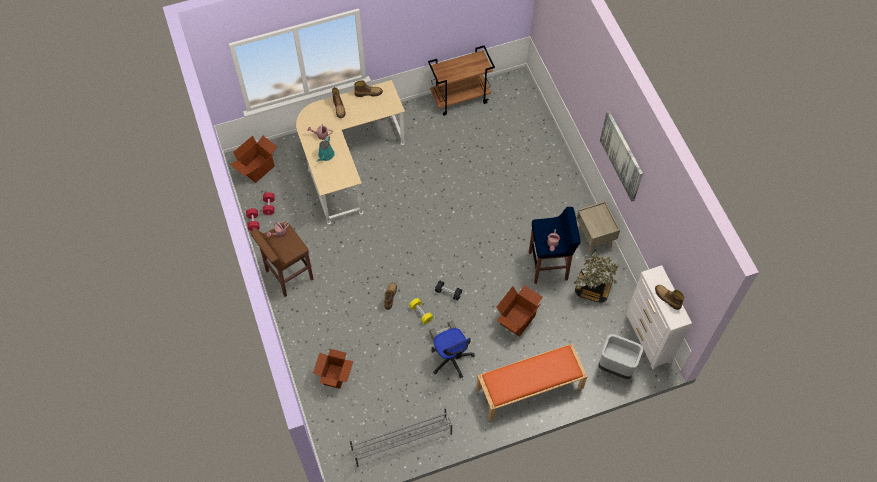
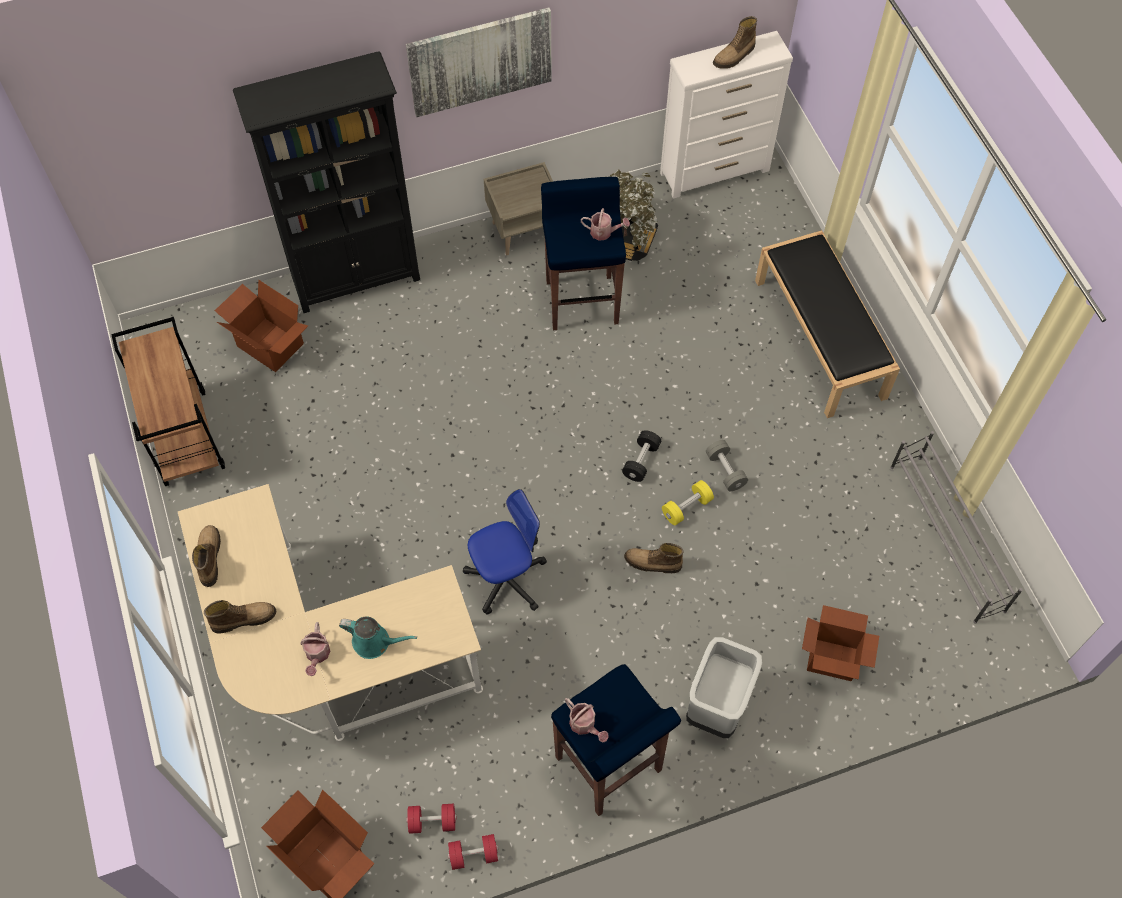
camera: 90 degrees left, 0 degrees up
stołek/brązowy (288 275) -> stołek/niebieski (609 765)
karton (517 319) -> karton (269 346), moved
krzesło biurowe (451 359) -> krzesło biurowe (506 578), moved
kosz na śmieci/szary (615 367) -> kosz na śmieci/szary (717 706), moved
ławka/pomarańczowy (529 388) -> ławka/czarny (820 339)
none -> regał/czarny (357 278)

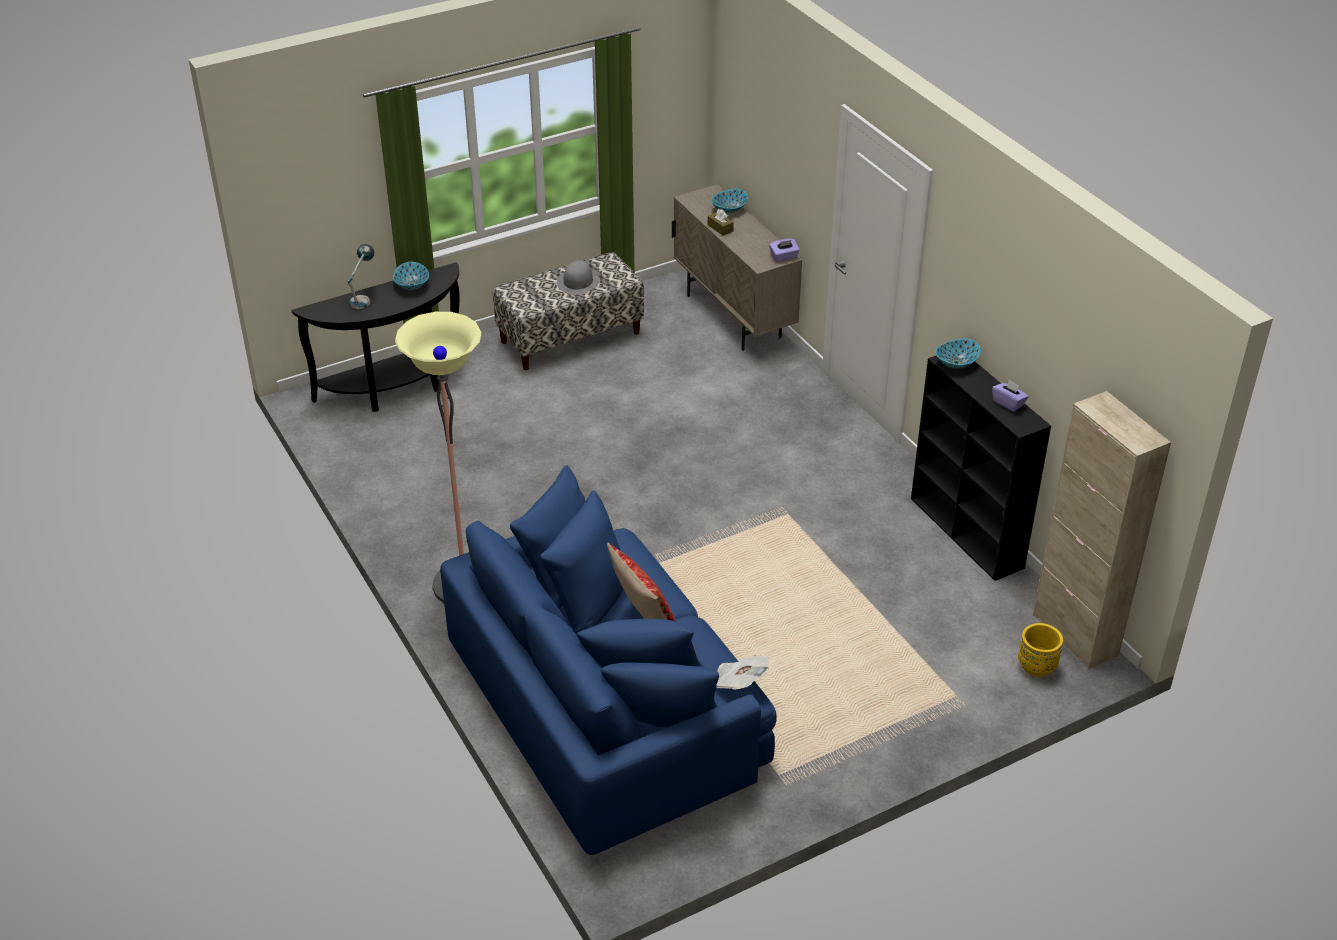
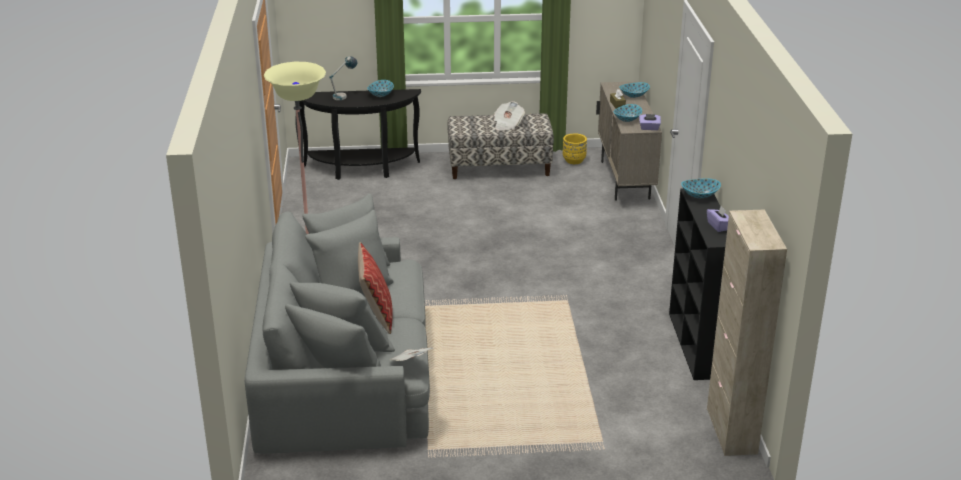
camera: 25 degrees right, 10 degrees down
kapelusz/szary (578 282) -> gazeta (507 124)
kanapa/niebieski (606 706) -> kanapa/szary (344 375)
donica/żółty (1036 666) -> donica/żółty (574 160), moved
none -> miska (627 119)

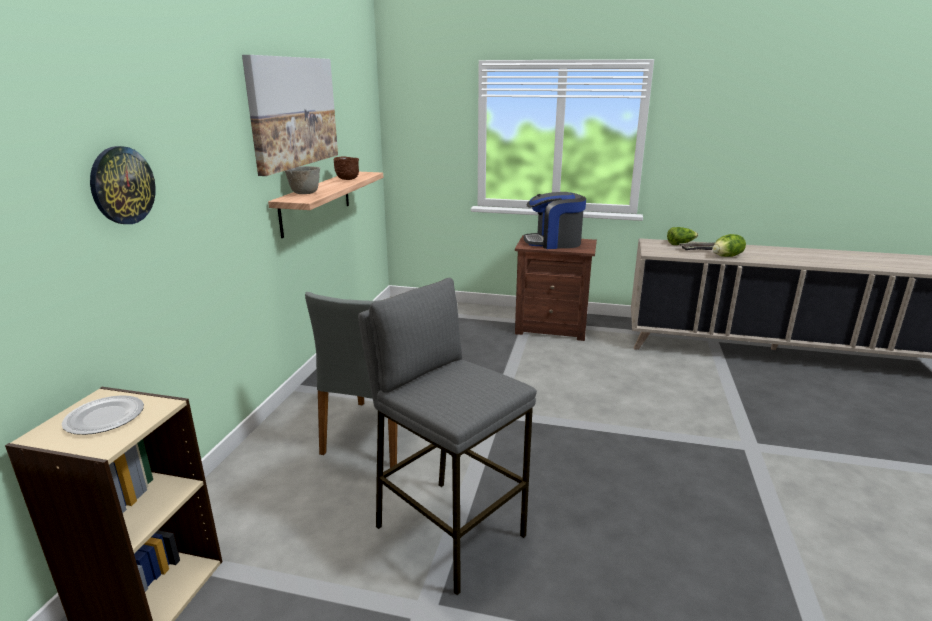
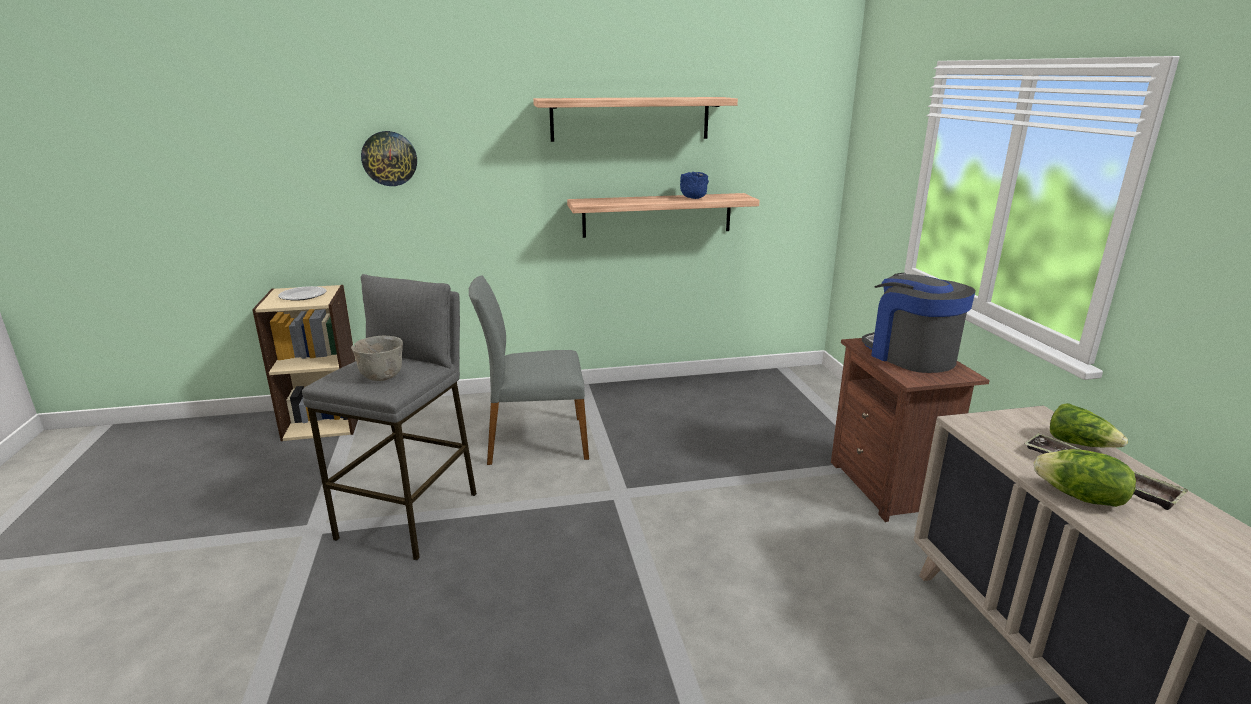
camera: 65 degrees right, 0 degrees up
obraz (293 112) -> półka (630 119)
miska/brązowy (347 180) -> miska/niebieski (693 198)
miska/szary (304 193) -> miska/szary (381 377), moved

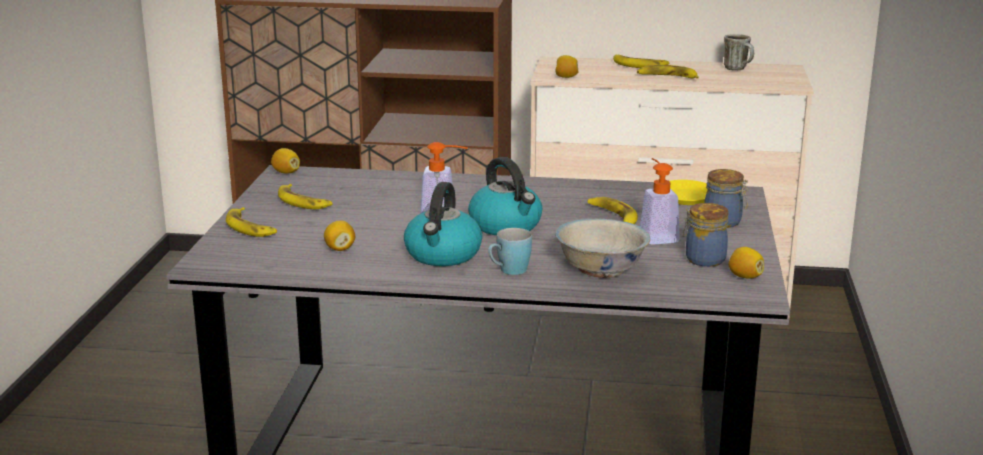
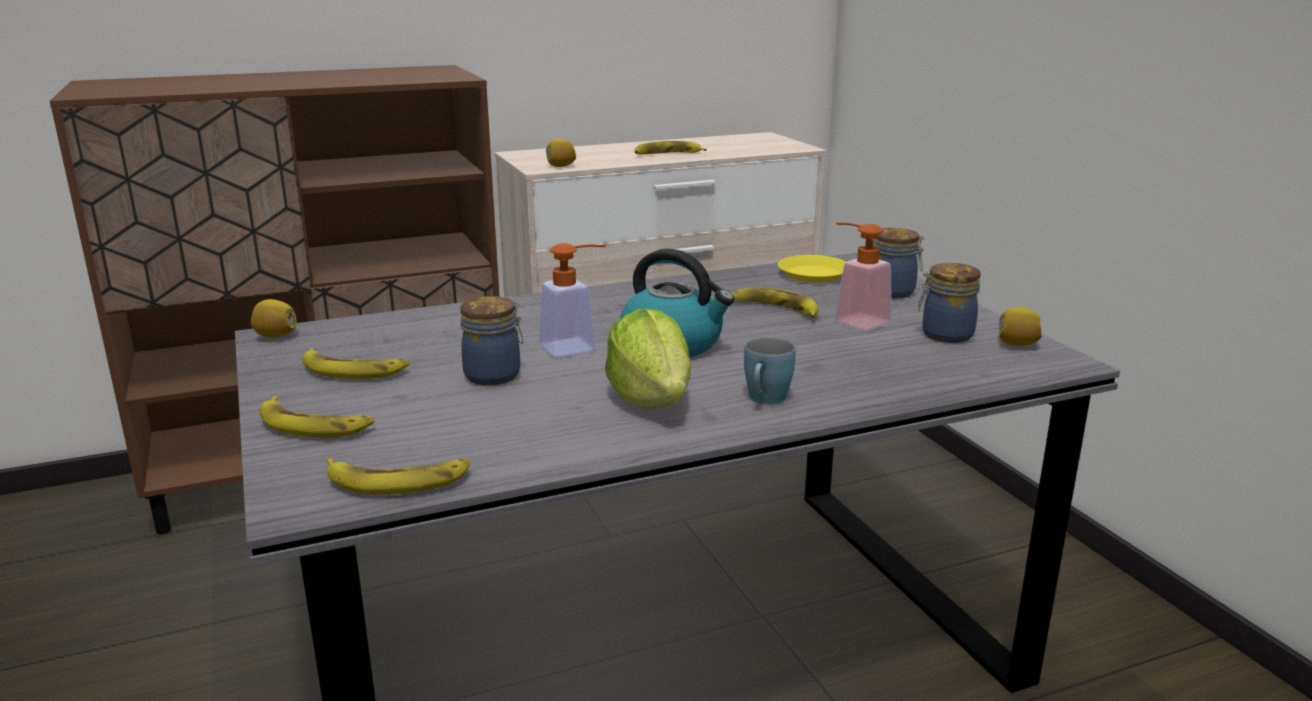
camera: 30 degrees left, 0 degrees up
kubek (738 69) -> none
banan (639 65) -> banan (398 481), moved
czajnik (443 255) -> sałata (651 399)
miska/biały (600 268) -> none
cytryna (340 249) -> none
none -> słoik (495 375)

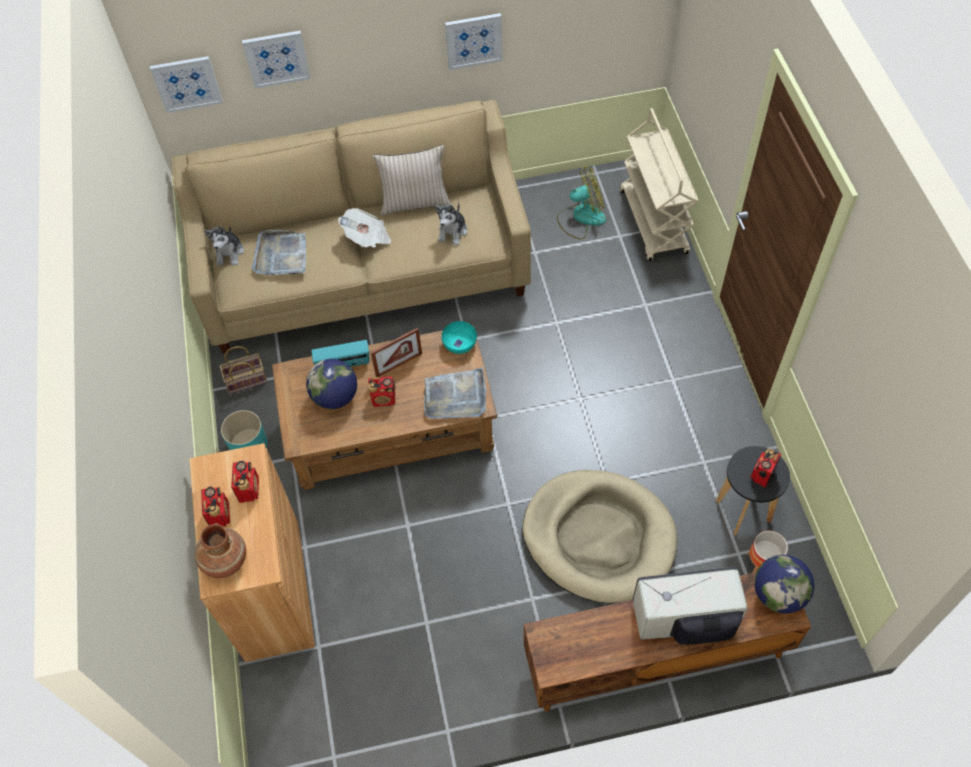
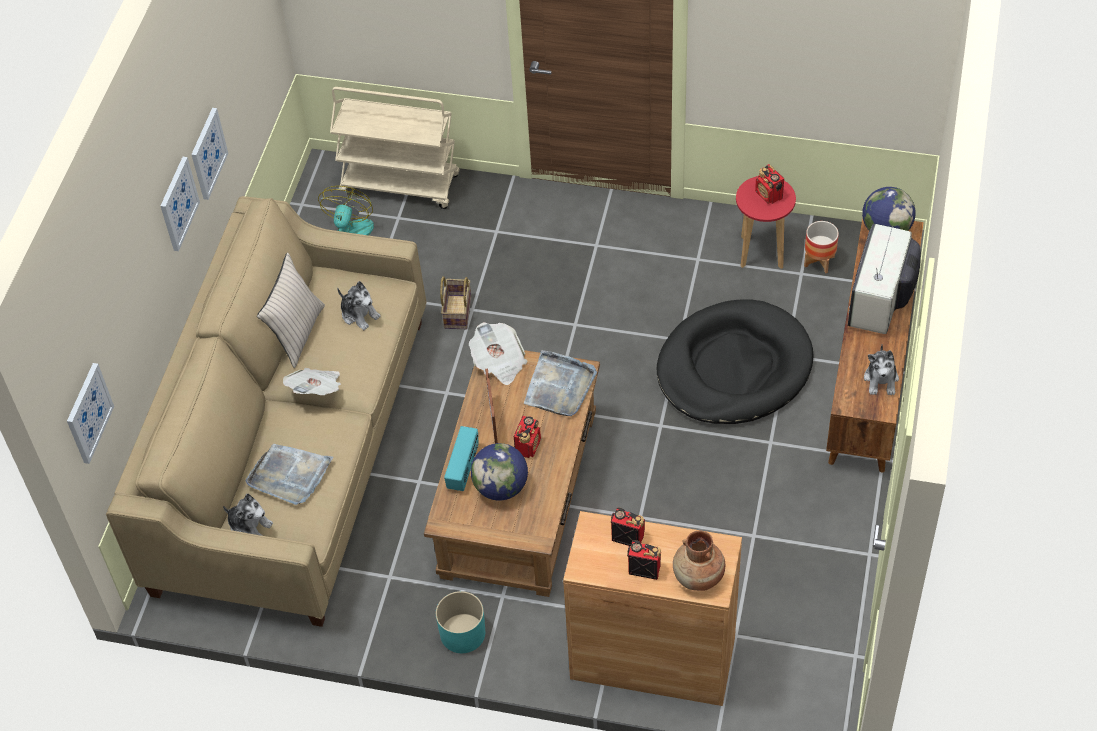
camera: 65 degrees left, 5 degrees down
obraz (276 58) -> obraz (178 203), moved
miska/turkusowy (459 344) -> gazeta (499 362)
koszyk (247 379) -> koszyk (457 311), moved
stołek/czarny (743 511) -> stołek/czerwony (762 252)
legowisko/beżowy (599 537) -> legowisko/czarny (734 368)
none -> pluszak (881 379)

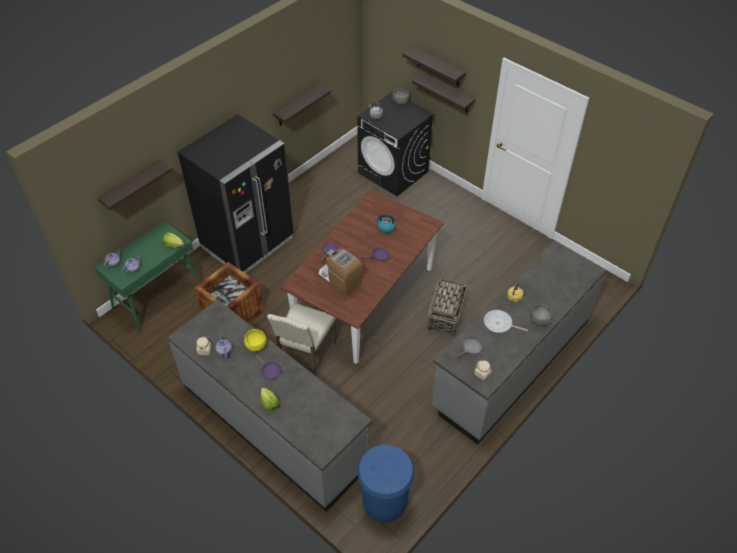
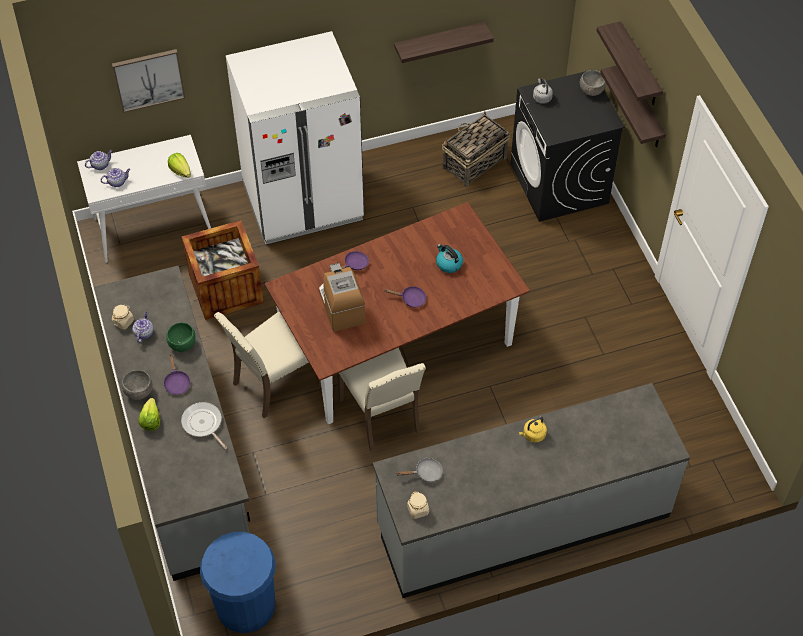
camera: 30 degrees right, 5 degrees up
lodówka/czarny (247 242) -> lodówka/biały (303 202)
półka (131 186) -> obraz (148 79)
stolik konsolowy/zielony (158 297) -> stolik konsolowy/biały (154 227)
koszyk (445 316) -> koszyk (474 163), moved
miska/szary (539 321) -> miska/szary (139 392), moved
patelnia (499 324) -> patelnia (203 424), moved
miska/żółty (256 346) -> miska/zielony (182 344)
none -> krzesło/beżowy (382 416)

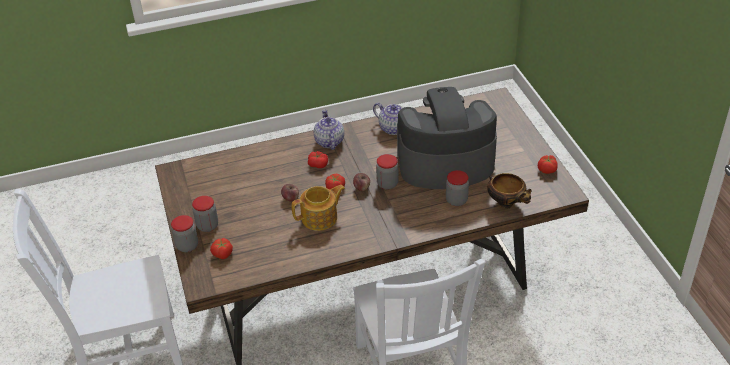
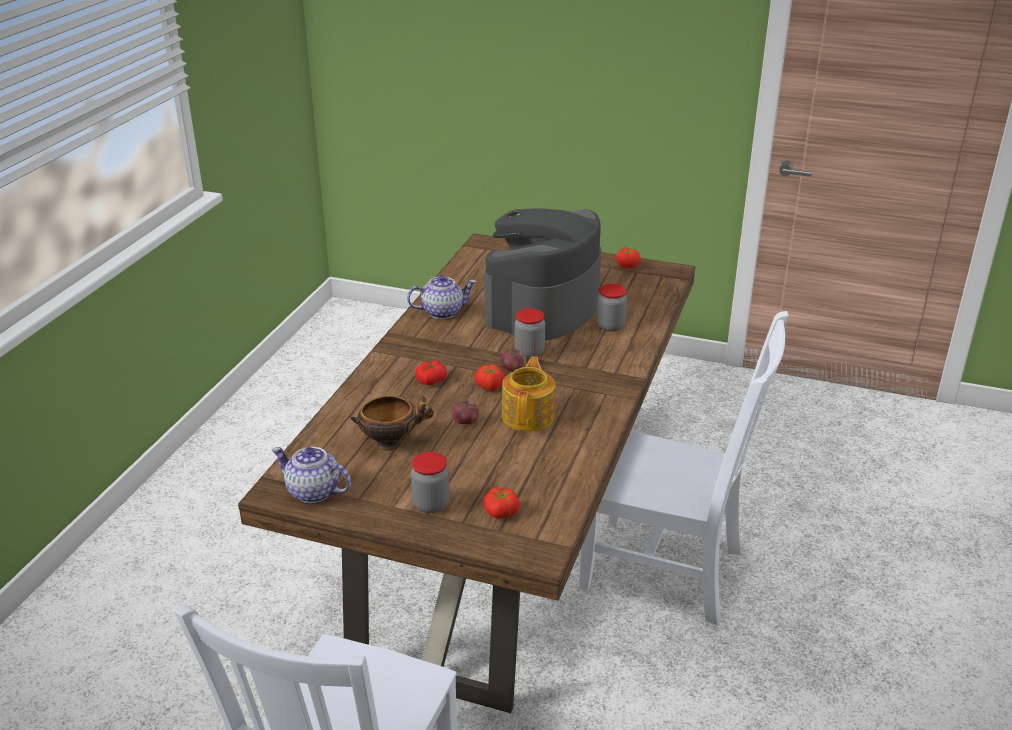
camera: 55 degrees left, 10 degrees down
imbryk (329 141) -> imbryk (312 492), moved
miska (507 204) -> miska (392 443), moved
słoik (187 246) -> none

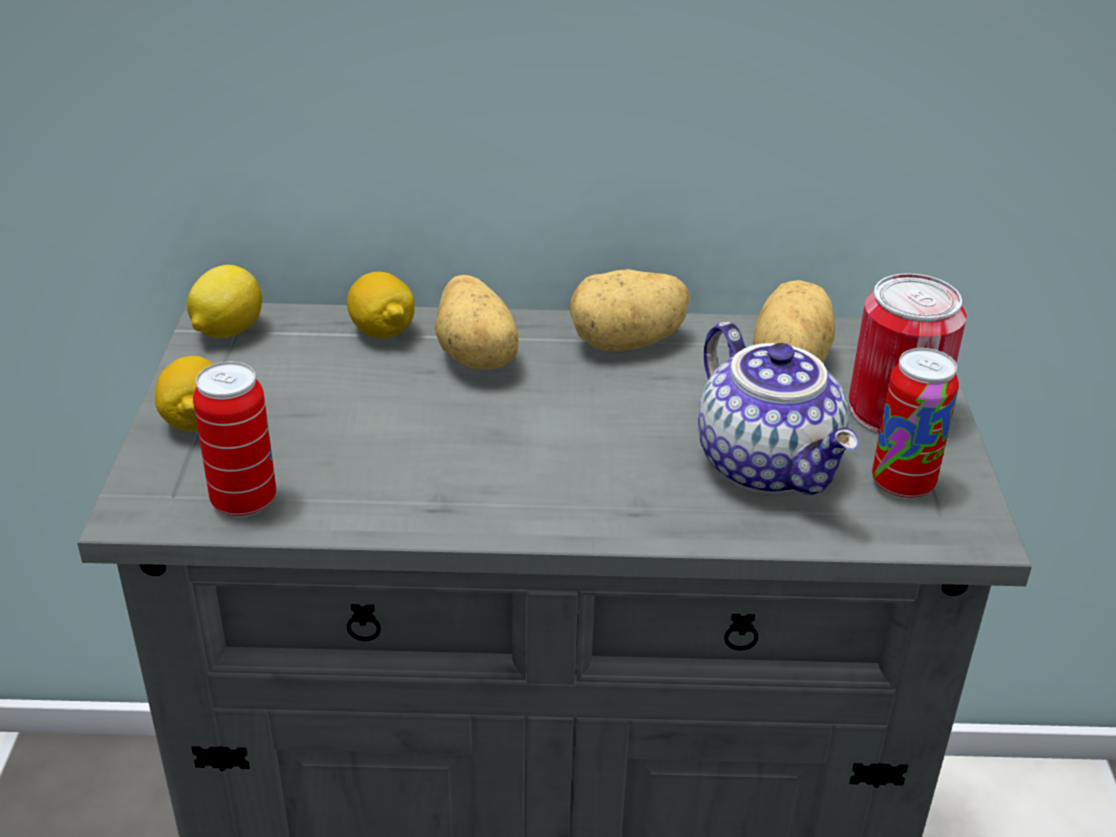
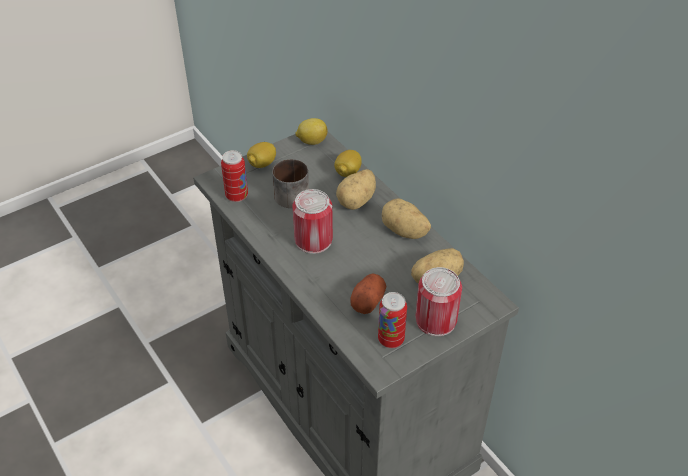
camera: 55 degrees right, 10 degrees up
imbryk (770 465) -> ziemniak (367 301)
none -> kubek (290 193)
none -> puszka (313 240)

